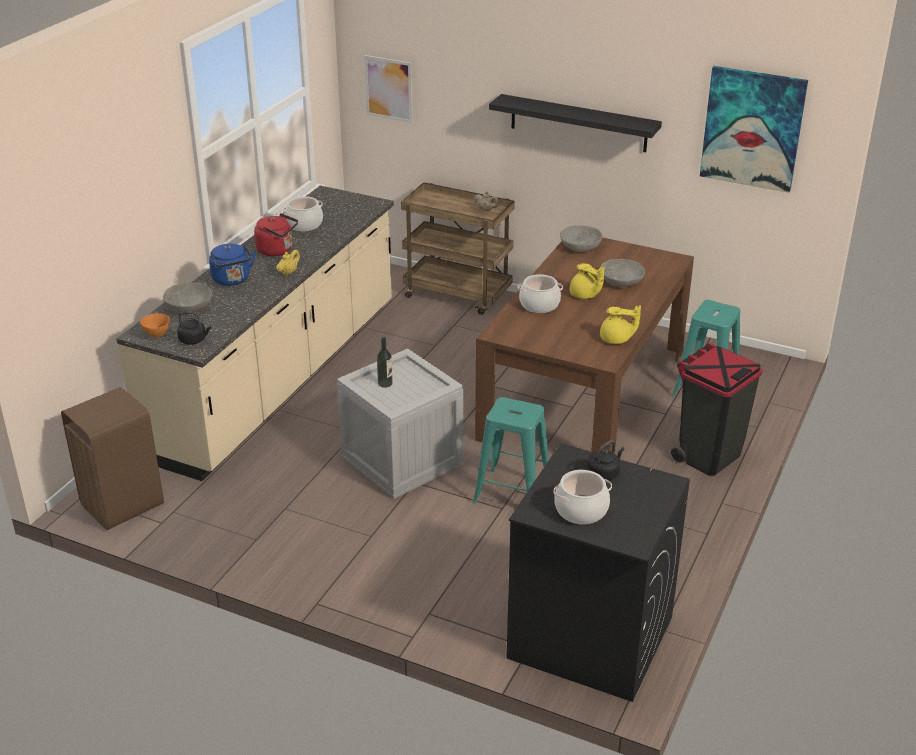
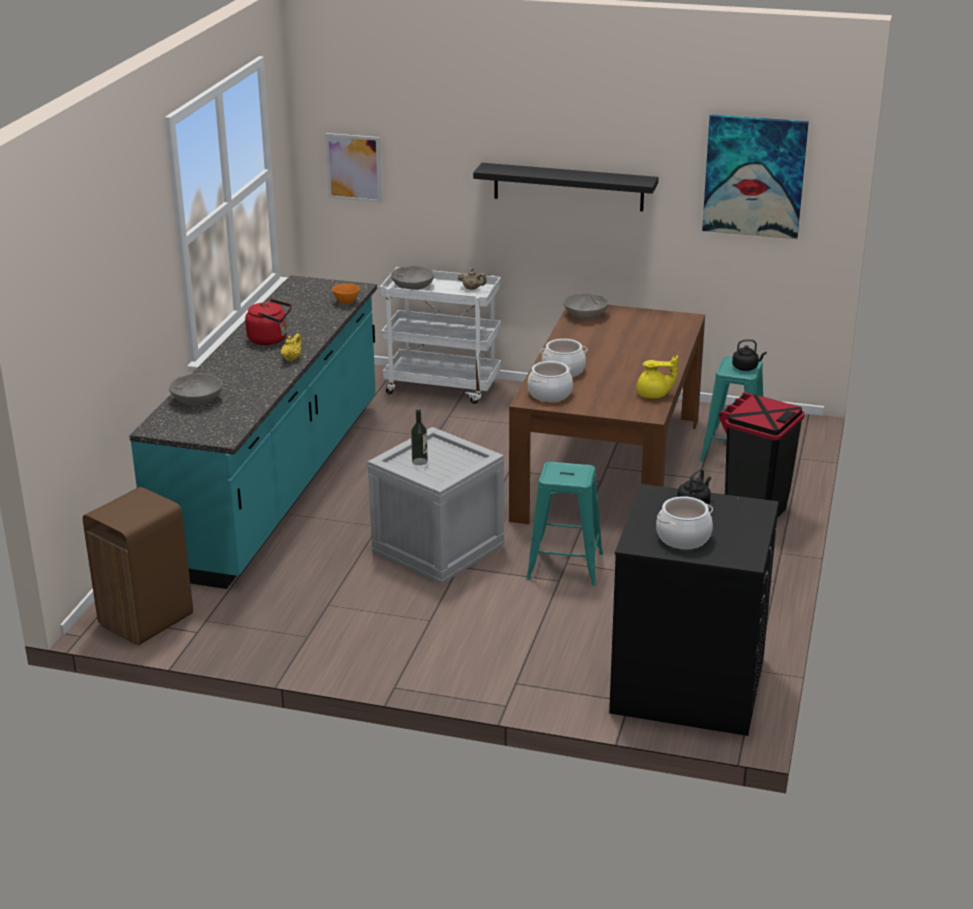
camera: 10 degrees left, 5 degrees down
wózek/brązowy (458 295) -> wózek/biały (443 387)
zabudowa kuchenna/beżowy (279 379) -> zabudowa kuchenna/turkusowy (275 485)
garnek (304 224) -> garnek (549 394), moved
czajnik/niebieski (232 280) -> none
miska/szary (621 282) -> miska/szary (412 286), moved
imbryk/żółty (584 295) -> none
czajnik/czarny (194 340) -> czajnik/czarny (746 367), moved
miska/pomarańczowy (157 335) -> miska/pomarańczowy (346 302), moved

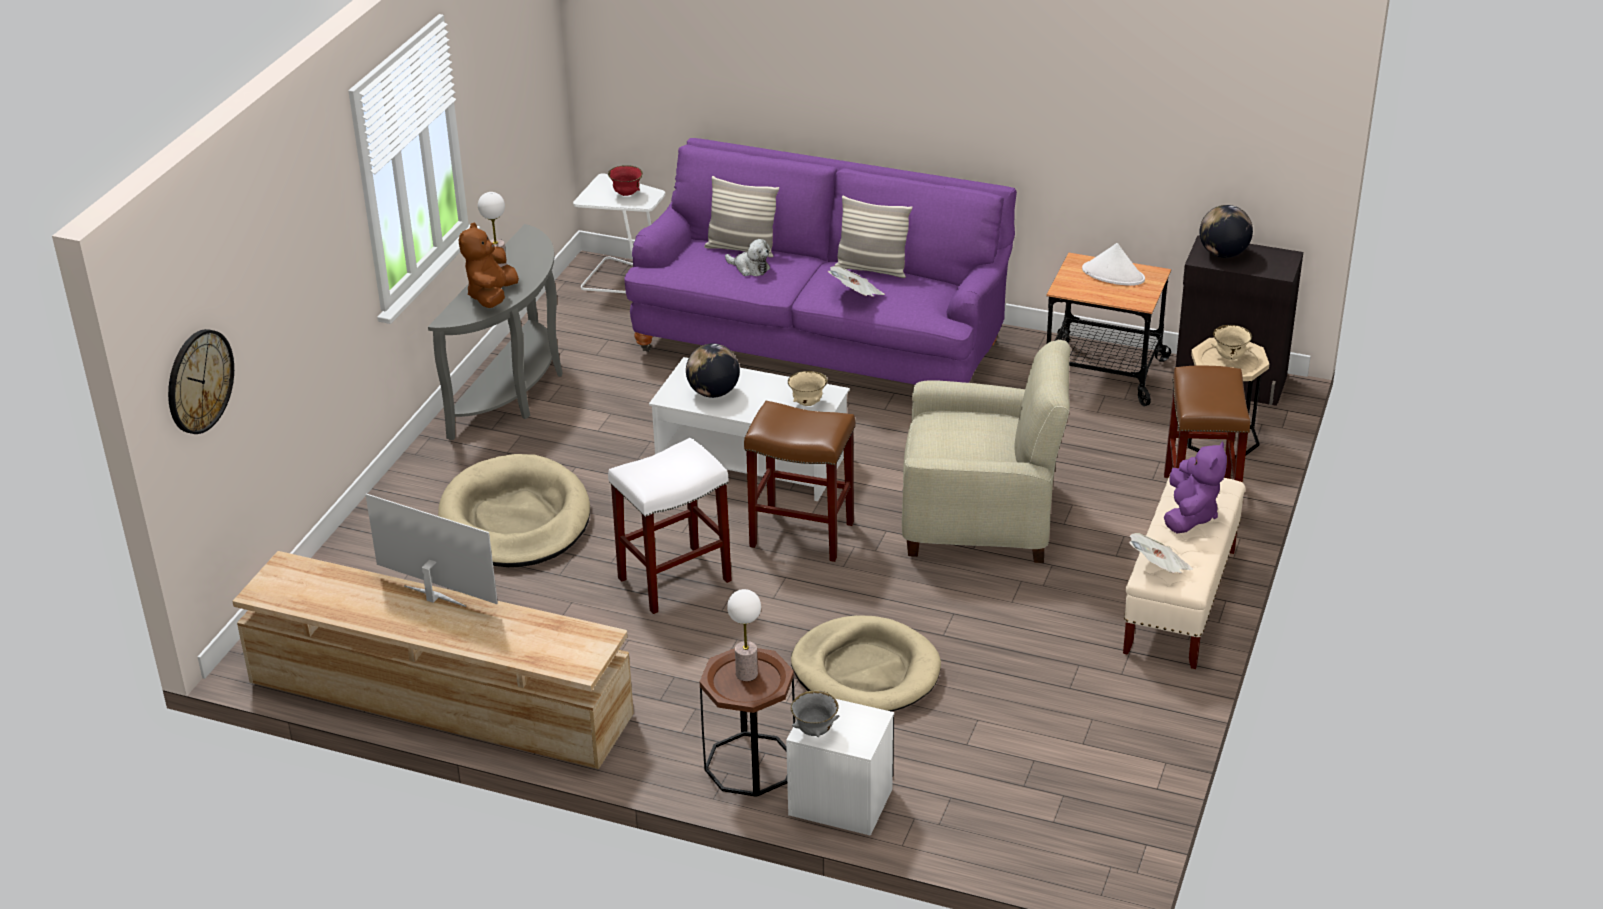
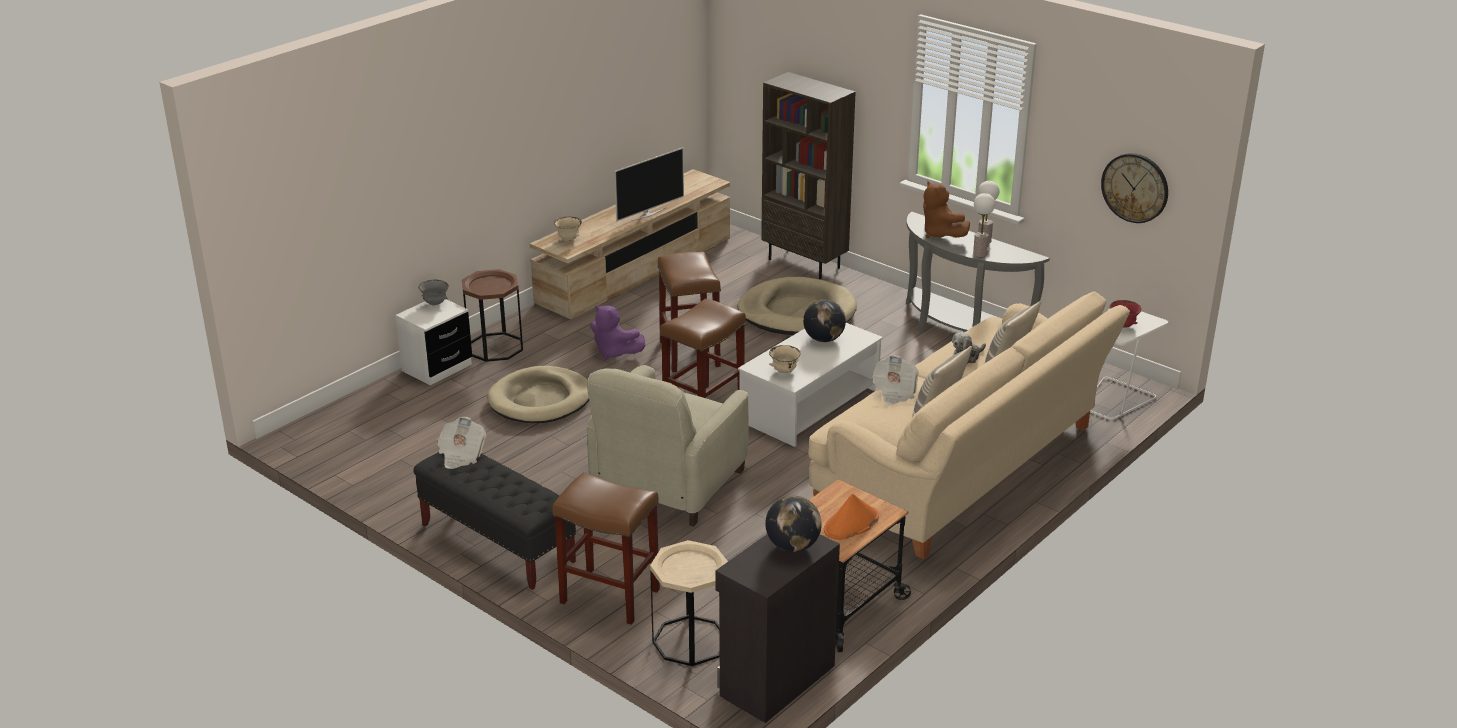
camera: 110 degrees right, 5 degrees down
kanapa/fioletowy (821 344) -> kanapa/beżowy (964 469)
pluszak/brązowy (492 296) -> pluszak/brązowy (940 234), 150 degrees counterclockwise
kapelusz/biały (1113 275) -> kapelusz/pomarańczowy (851 524)
miska/beżowy (1229 357) -> miska/beżowy (568 239), moved
zegar ścienny (199 381) -> zegar ścienny (1135 187), moved
stołek/biały (673 580) -> stołek/brązowy (689 353)
pluszak/fioletowy (1190 515) -> pluszak/fioletowy (614 352), moved
ławka/beżowy (1180 602) -> ławka/czarny (497 543)
lampa stołowa (747 674) -> lampa stołowa (979 254), moved
none -> regał/brązowy (805 263)

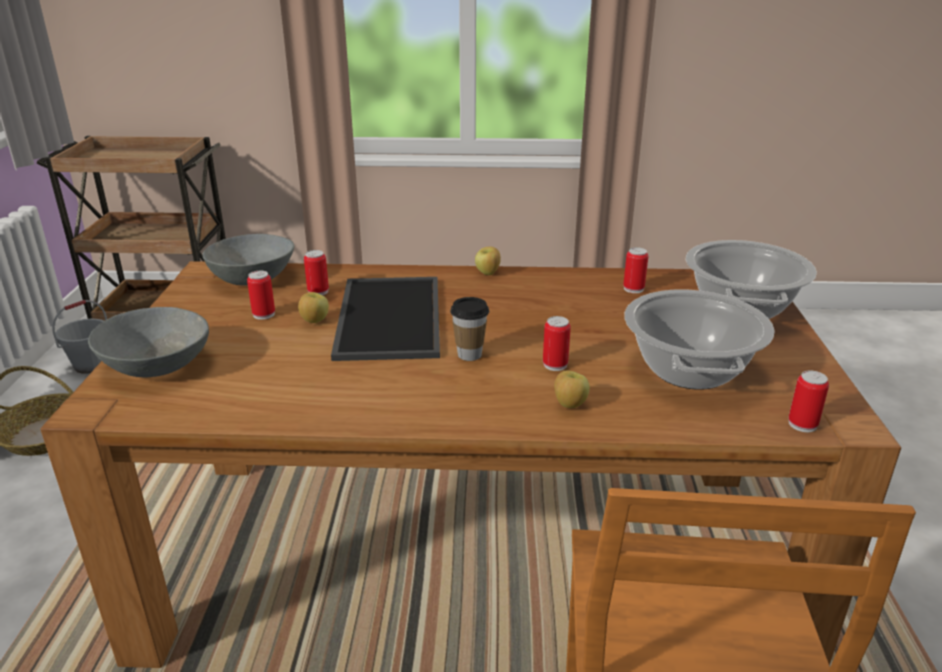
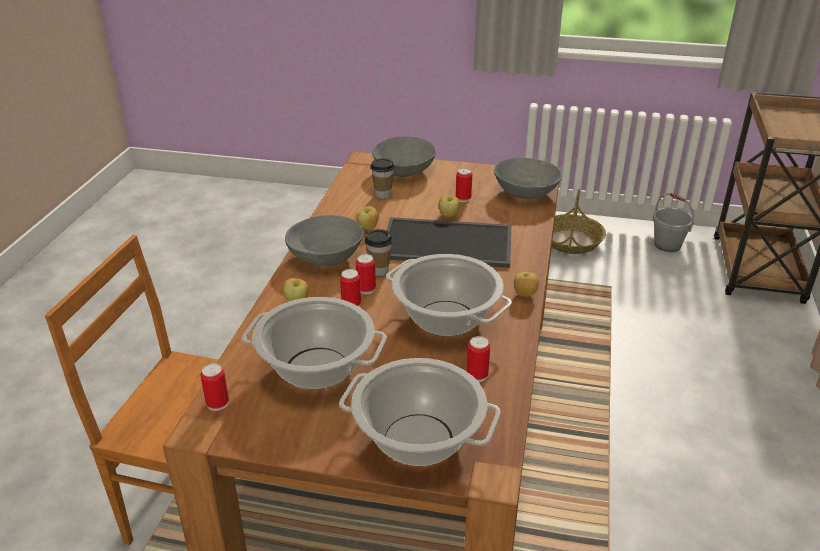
camera: 100 degrees right, 5 degrees up
puszka (318 291) -> puszka (366 289), moved
none -> filiżanka (383 195)
none -> jabłko (368 228)
none -> miska/szary (326 256)
none -> garnek (447 319)

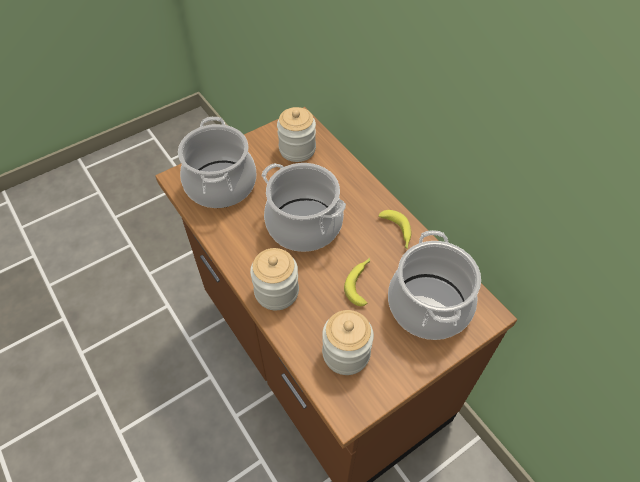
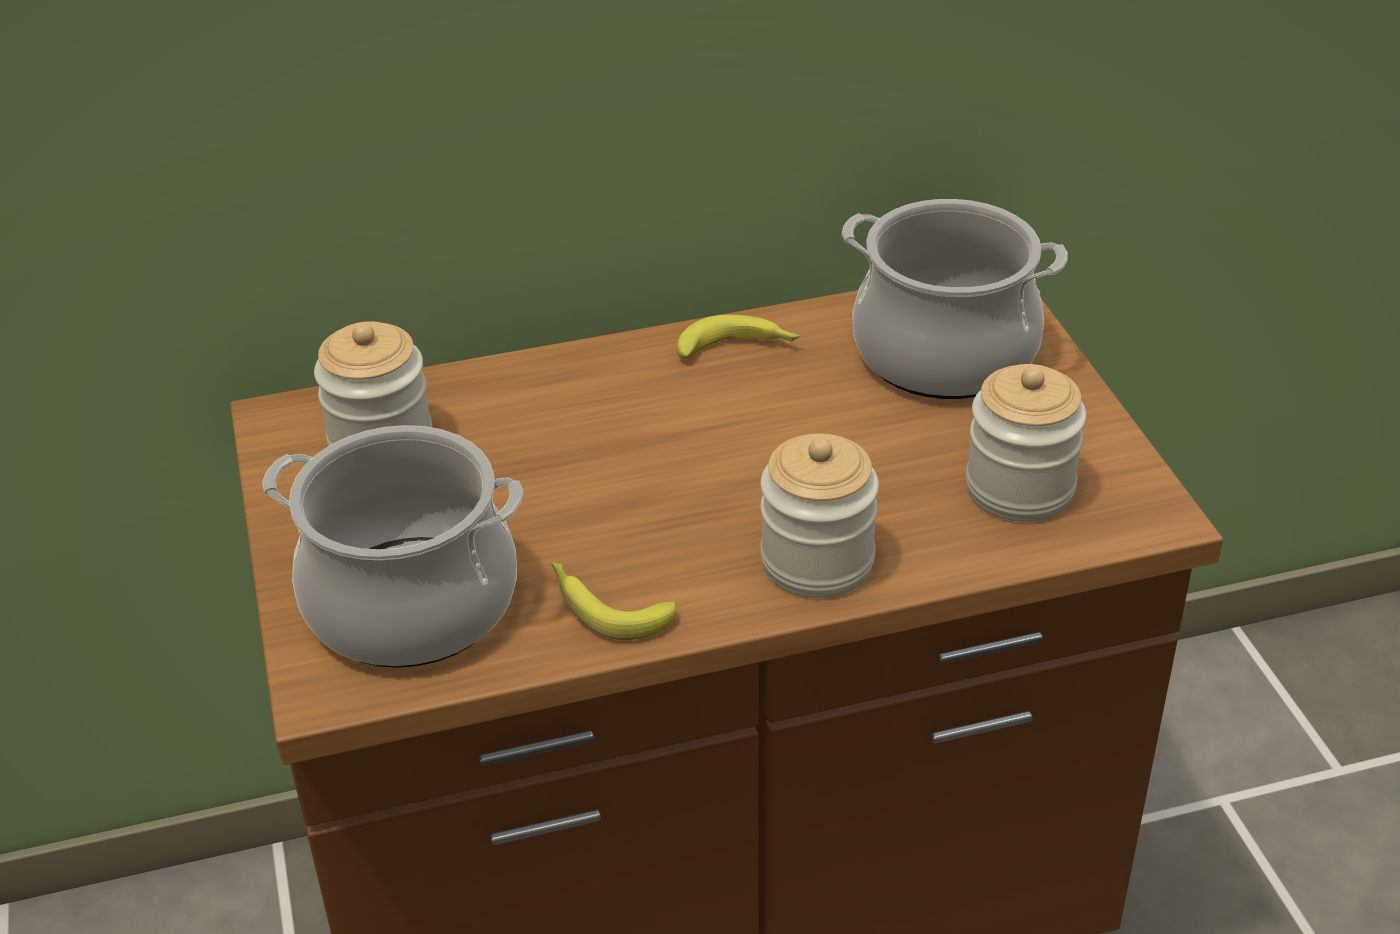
camera: 70 degrees left, 15 degrees down
garnek (304 224) -> none
banan (361 283) -> banan (605 606), moved

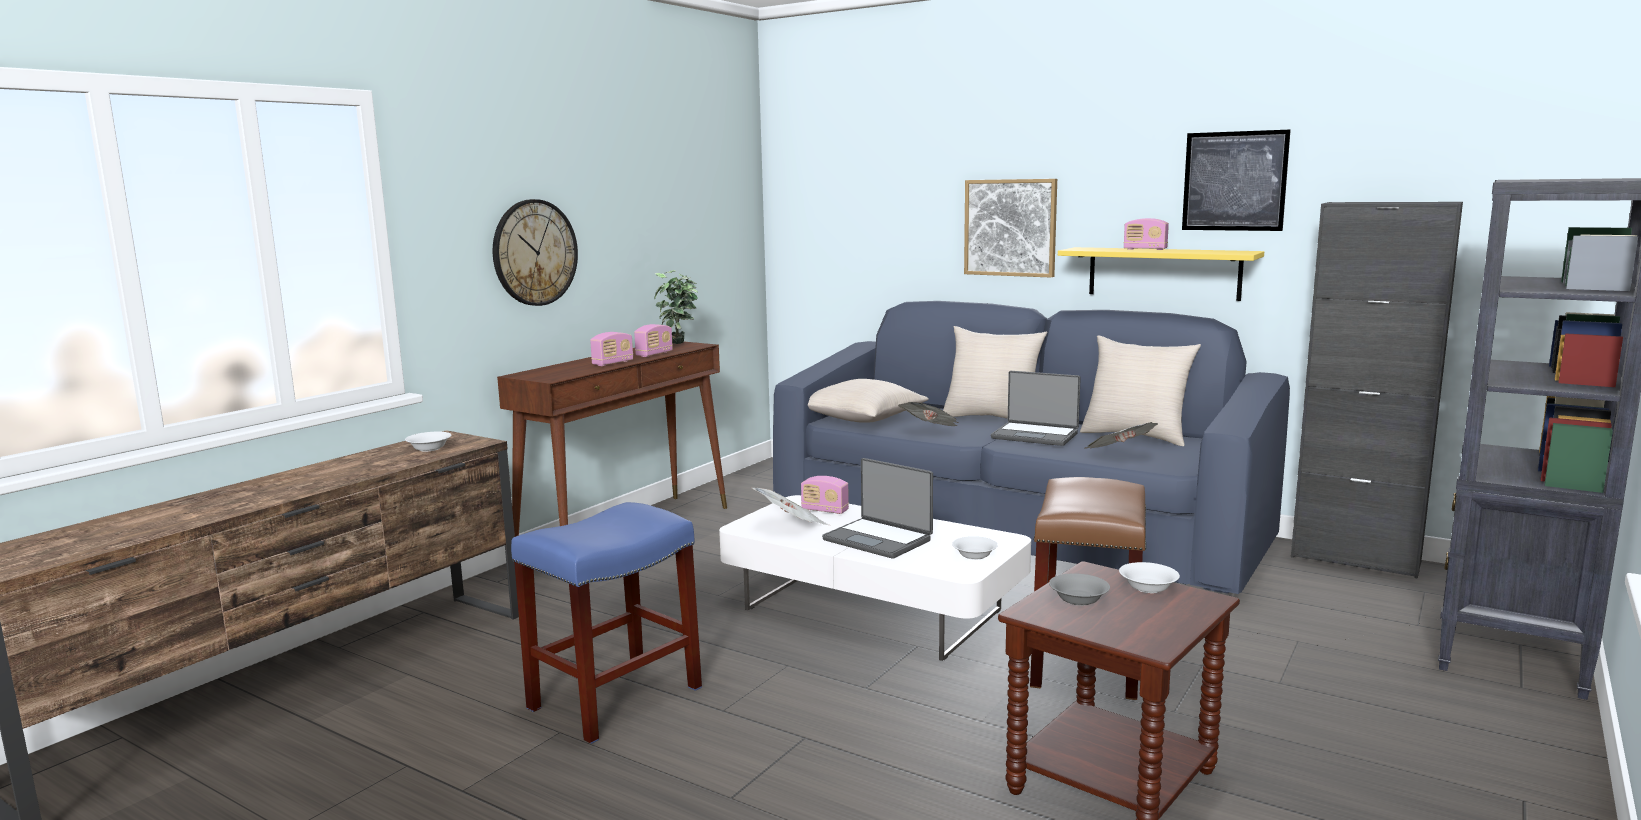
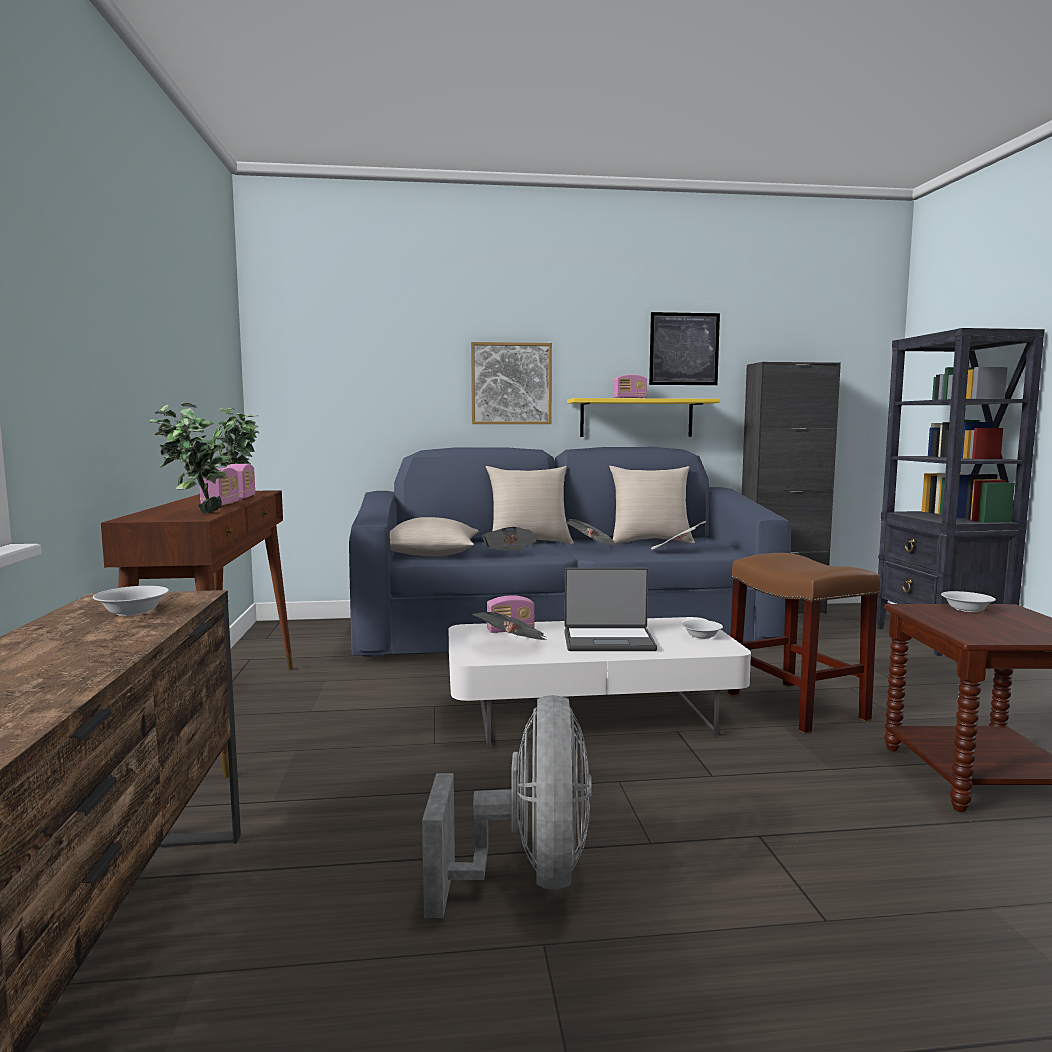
camera: 40 degrees left, 5 degrees down
zegar ścienny (534 252) -> none
laptop (1035 435) -> gazeta (594 548)
stołek/niebieski (616 697) -> wentylator/szary (528 876)
miska/szary (1078 600) -> none
none -> roślina doniczkowa (195 513)

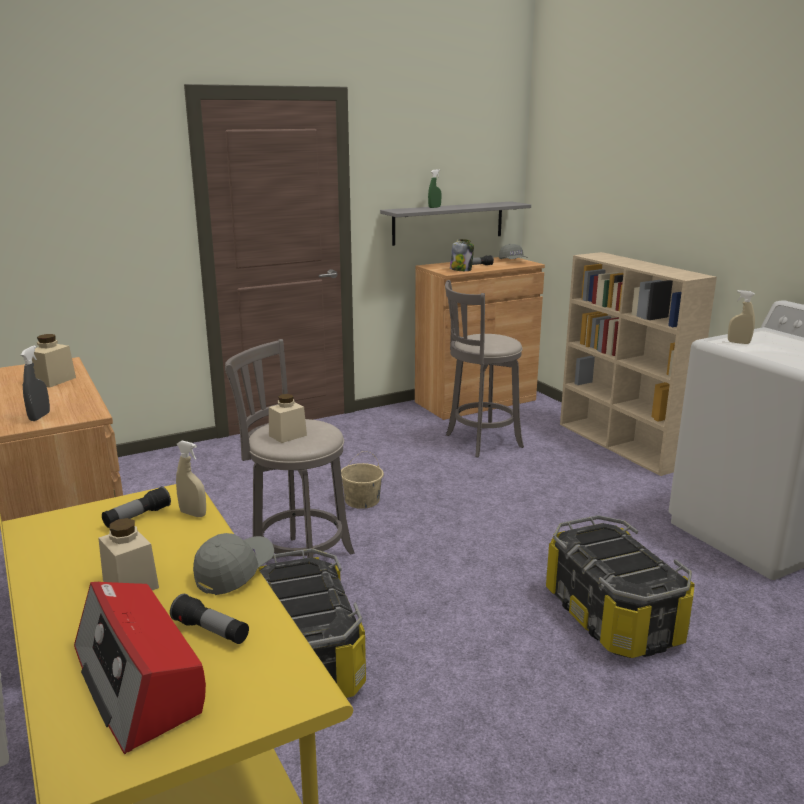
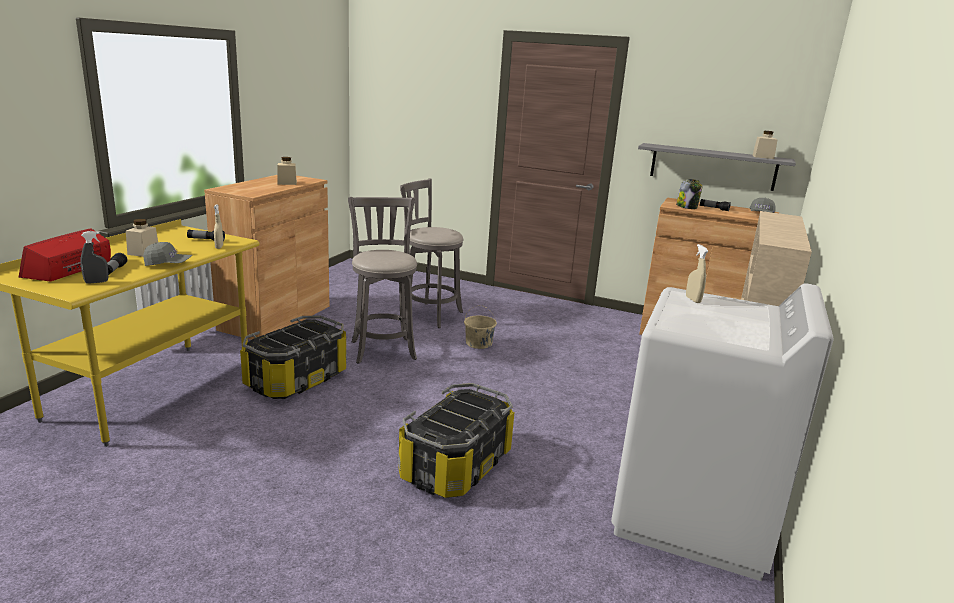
camera: 50 degrees right, 0 degrees up
spryskiwacz/zielony (434 207) -> none
stołek/szary (480 442) -> stołek/szary (428 314), moved
spryskiwacz/szary (39 417) -> spryskiwacz/szary (96 282), moved
słoik/beżowy (288 435) -> słoik/beżowy (763 157), moved

